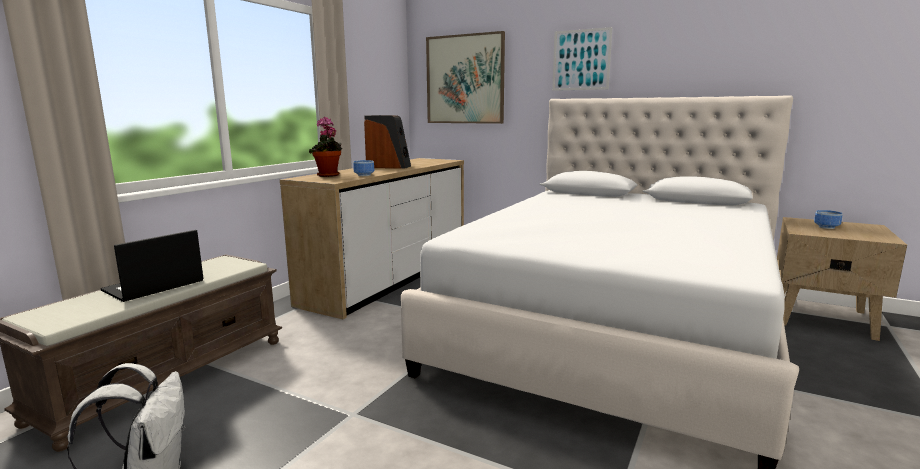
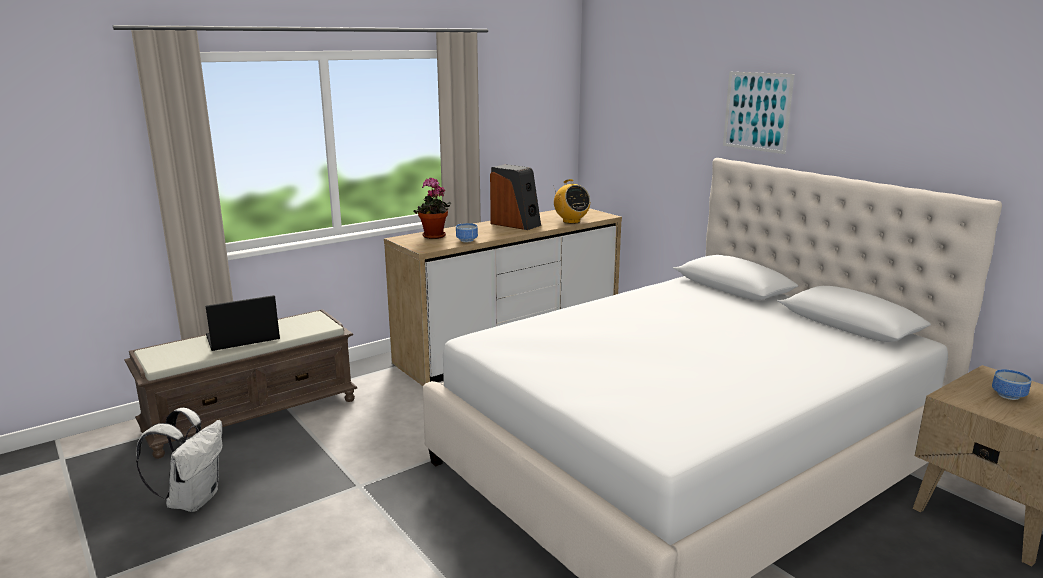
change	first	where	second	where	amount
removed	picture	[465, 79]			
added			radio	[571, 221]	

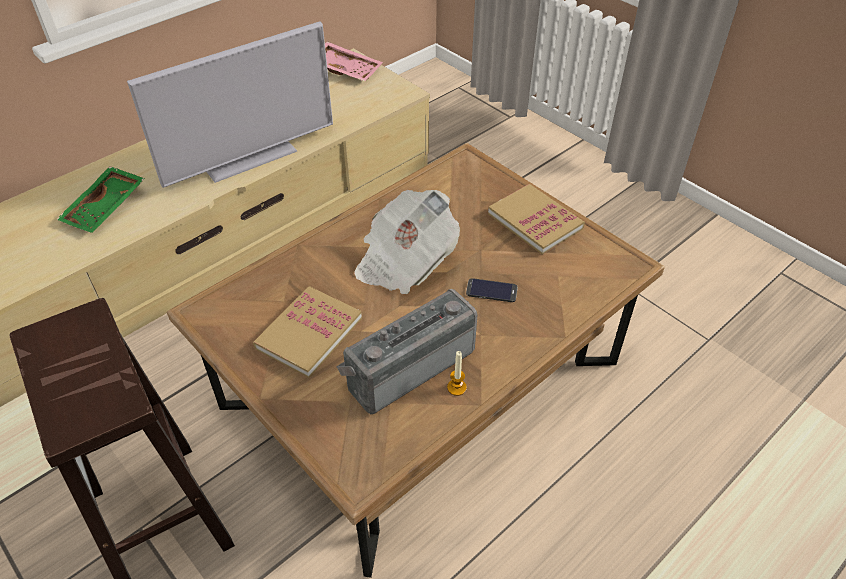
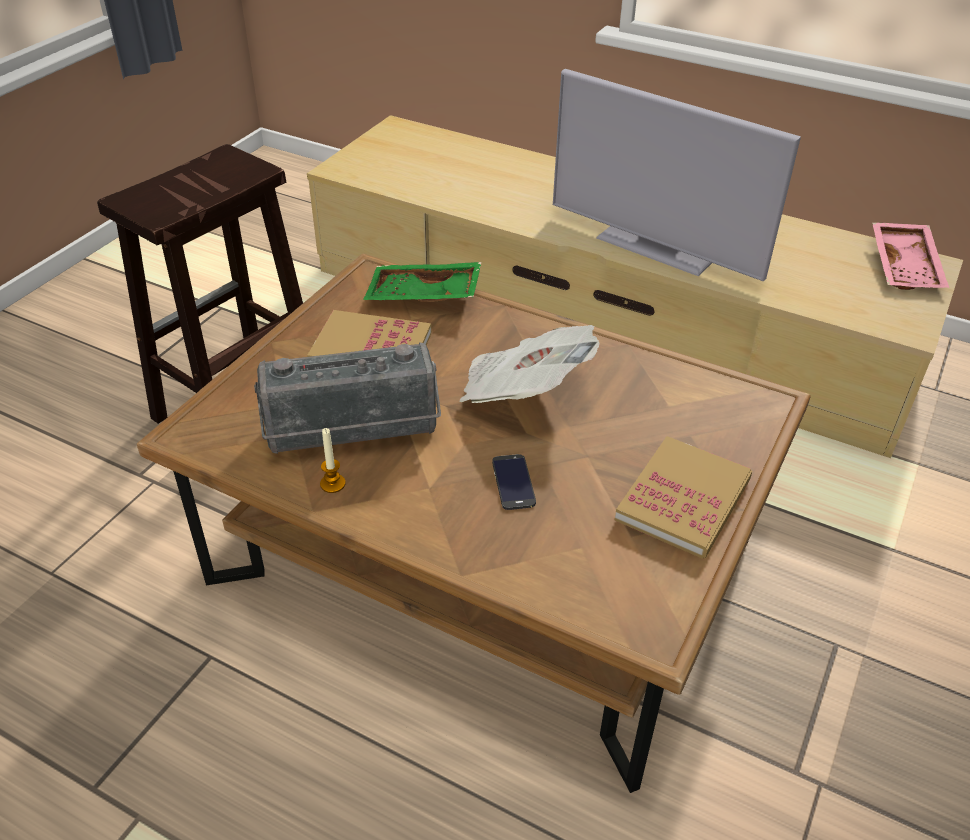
change	first	where	second	where	amount
moved	green-coloured carrying tray	[106, 208]		[423, 296]	
turned	radio	[408, 365]		[352, 435]	135 degrees clockwise

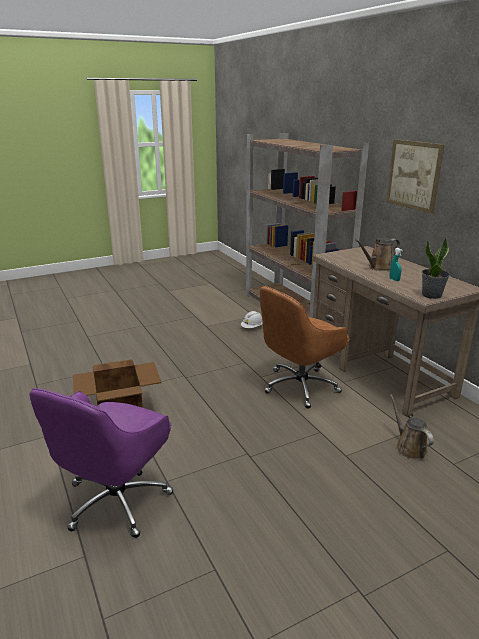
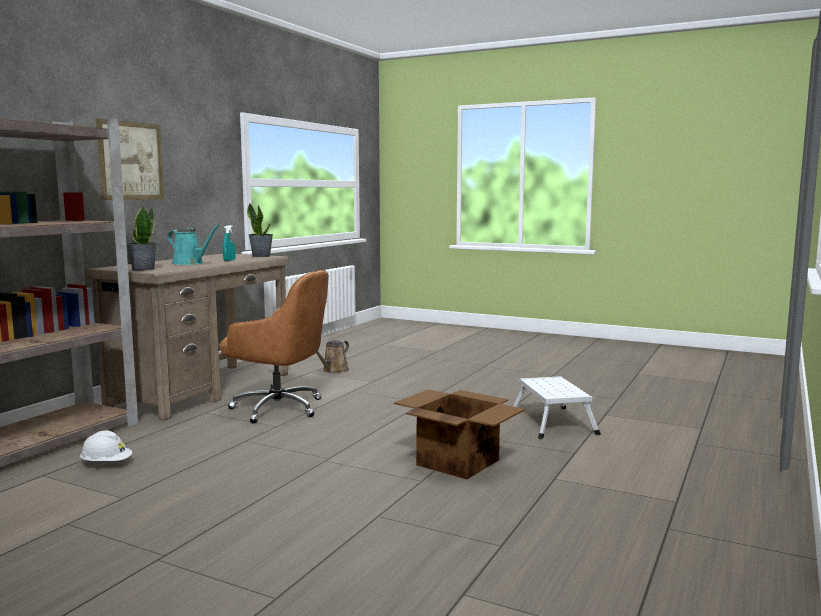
change	first	where	second	where	amount
replaced	purplish desk chair	[116, 500]	white step ladder	[553, 422]	
recoloured	brownish sprinkling can	[379, 267]	turquoise-coloured sprinkling can	[190, 263]	
added			potted plant	[143, 269]	

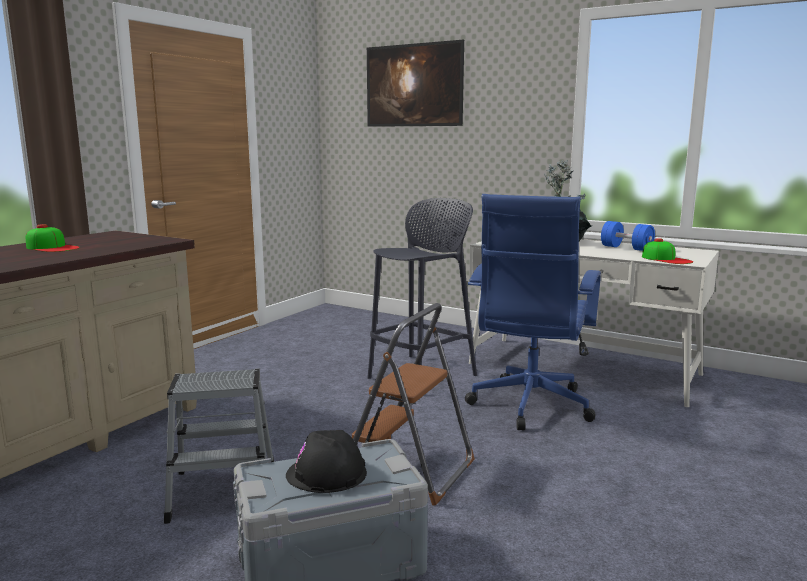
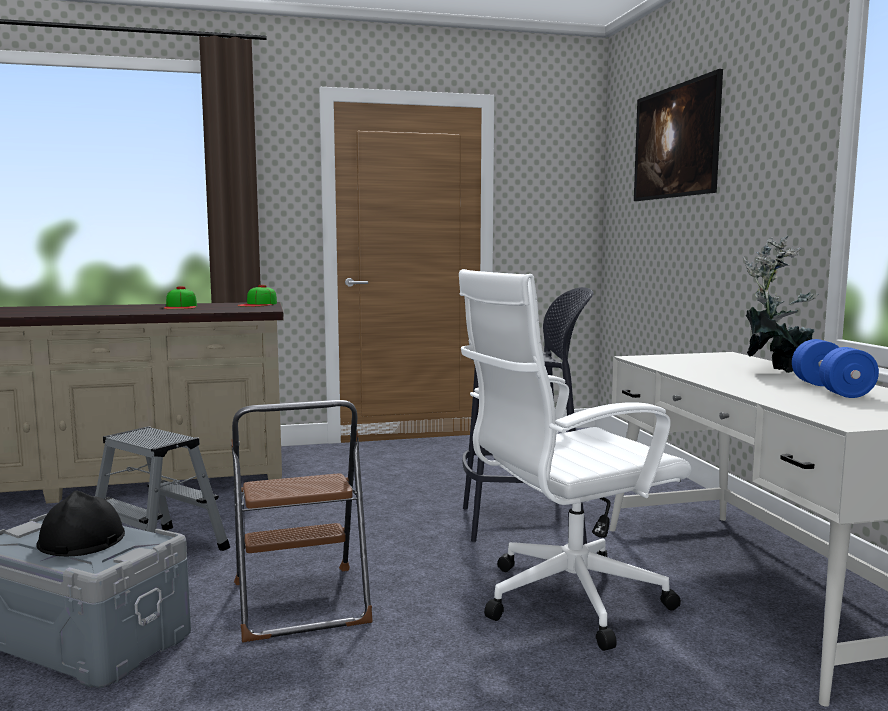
change	first	where	second	where	amount
recoloured	bluish desk chair	[529, 407]	white desk chair	[564, 601]	
moved	baseball cap	[666, 259]		[258, 304]	

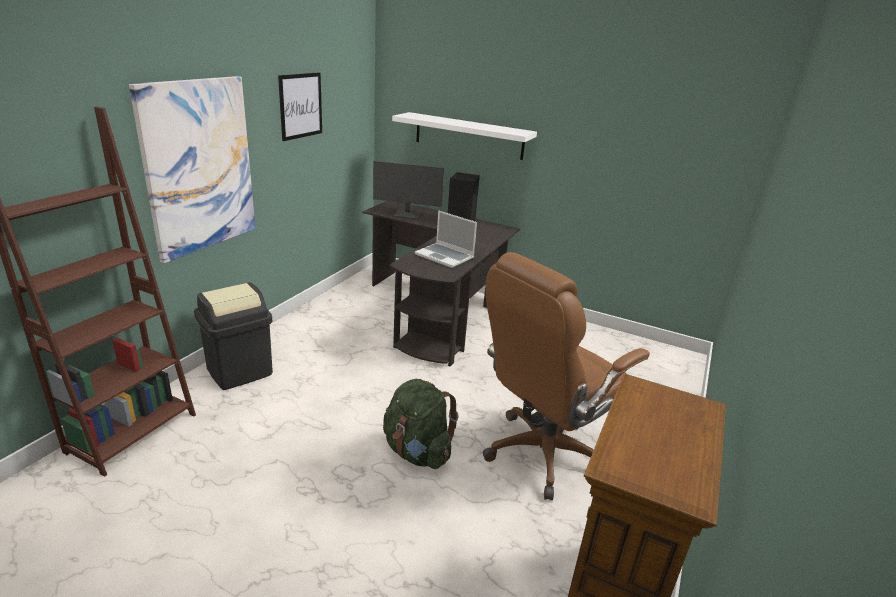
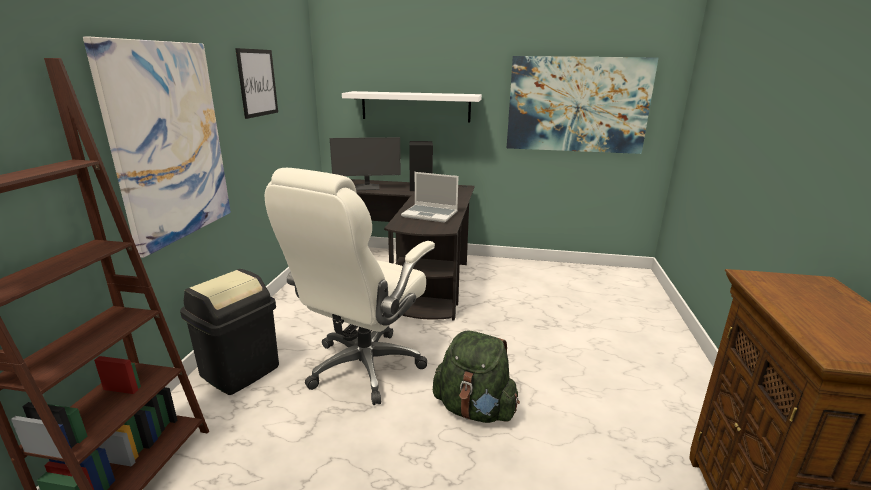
change	first	where	second	where	amount
removed	brownish desk chair	[542, 454]			
added			white desk chair	[363, 368]	
added			picture	[577, 105]	

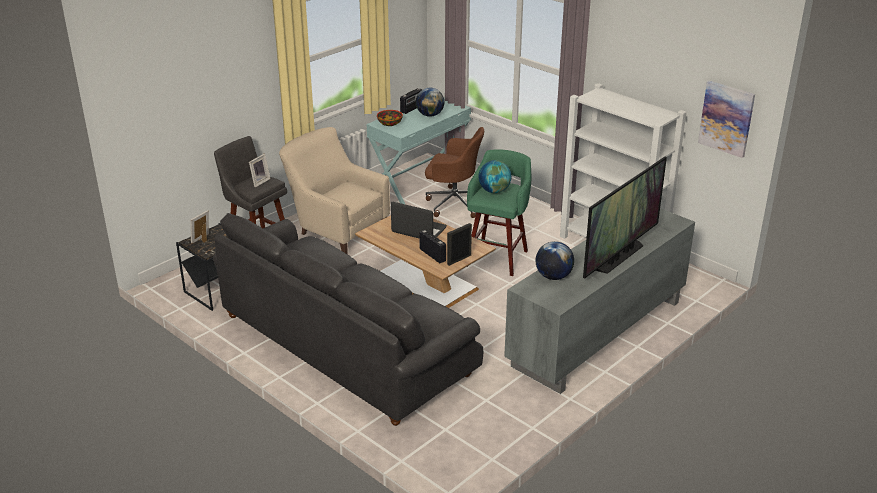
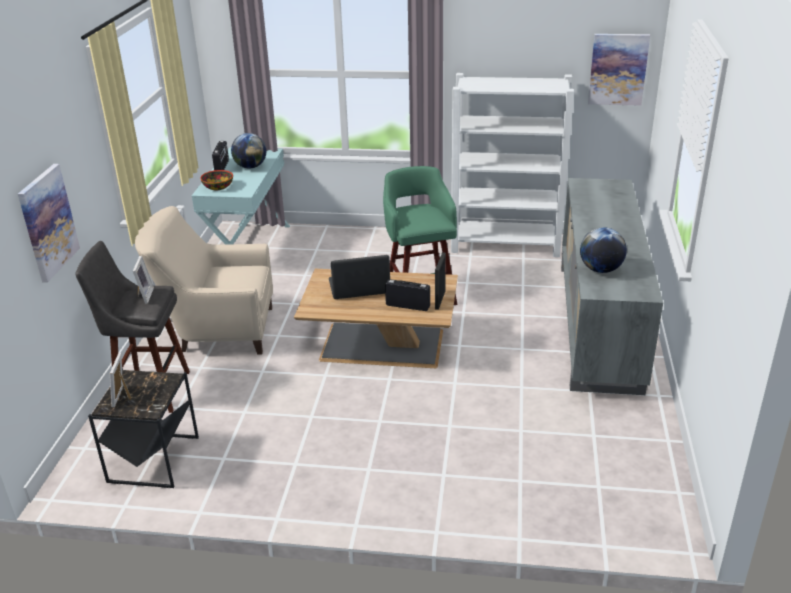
change	first	where	second	where	amount
removed	black sofa	[346, 345]			
removed	brownish desk chair	[454, 203]			
removed	desk globe	[494, 191]			
removed	TV set	[619, 257]			
added			picture	[48, 222]	

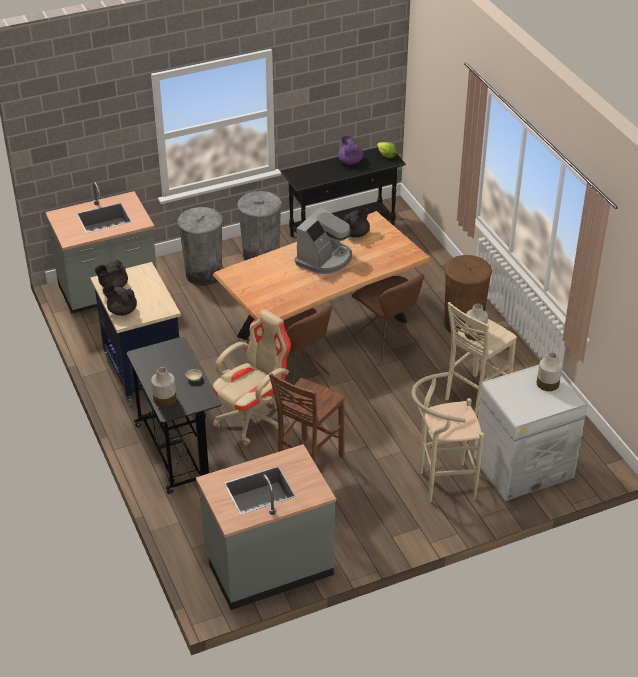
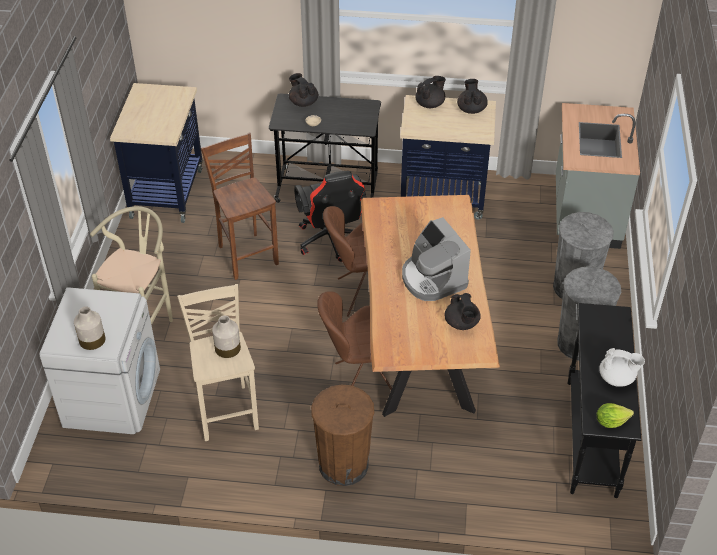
change	first	where	second	where	amount
replaced	sand-coloured flower vase	[164, 398]	black tea pot	[303, 102]	
replaced	greyish kitchen base unit	[268, 564]	bluish wheeled cart	[166, 193]	
recoloured	sand-coloured desk chair	[253, 418]	black desk chair	[331, 243]	
recoloured	purplish tea pot	[350, 161]	white tea pot	[617, 378]	

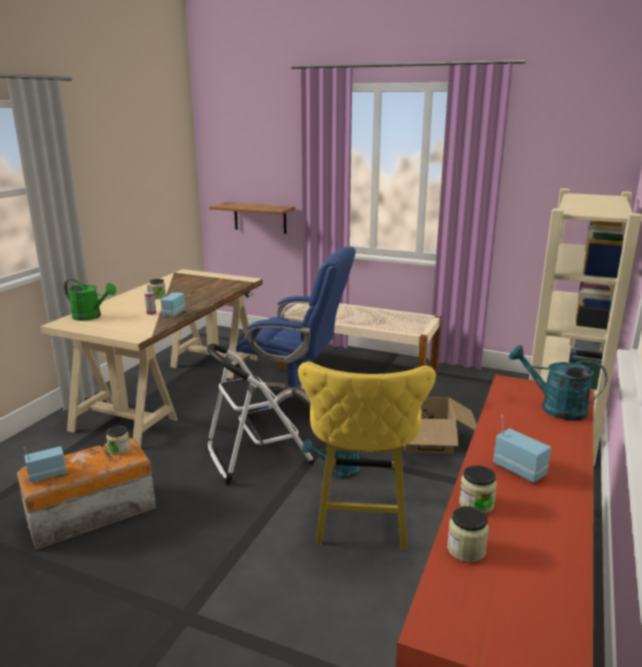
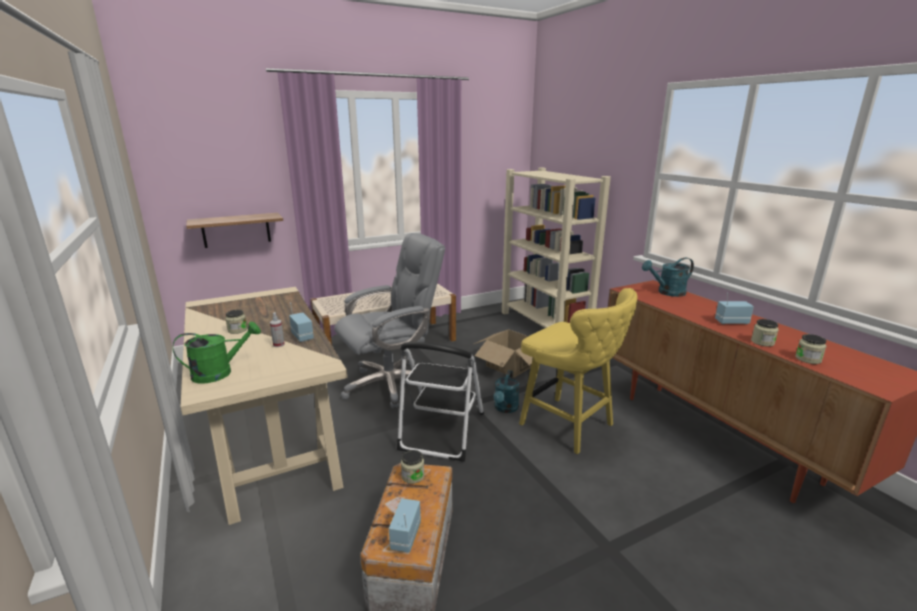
change	first	where	second	where	amount
recoloured	bluish desk chair	[295, 402]	greyish desk chair	[391, 384]	

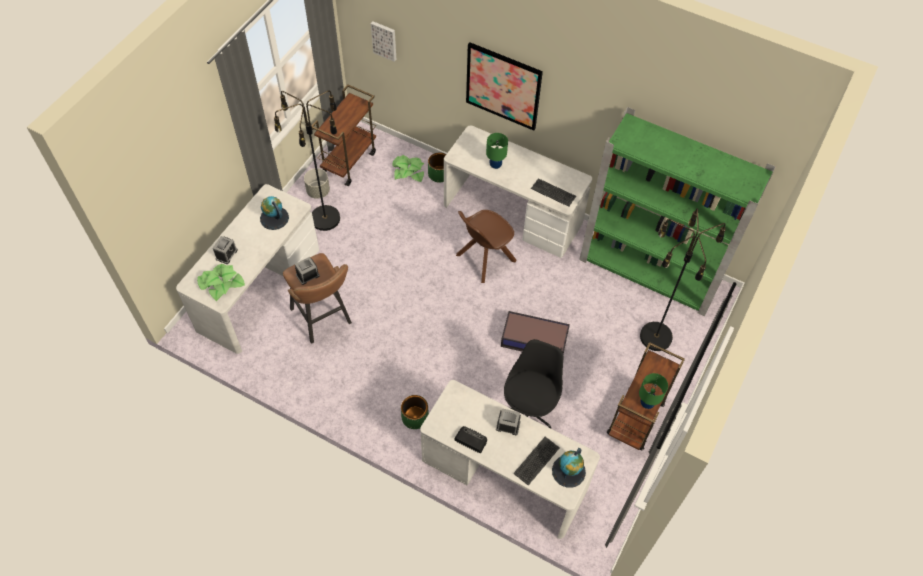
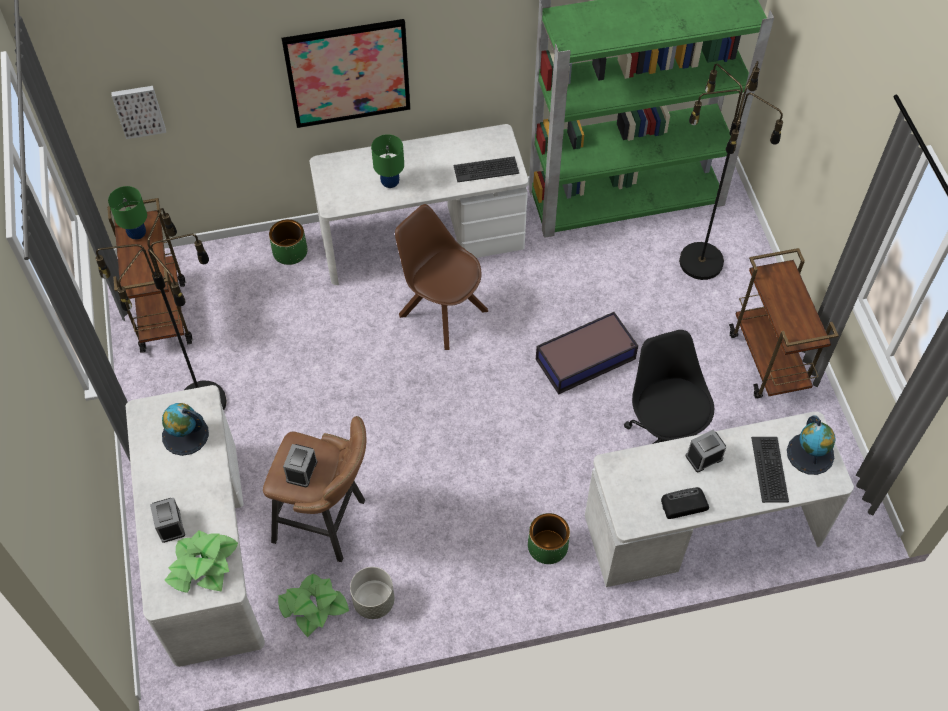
change	first	where	second	where	amount
moved	greyish planter	[318, 191]		[373, 602]	
moved	potted plant	[408, 171]		[313, 606]	
turned	brownish chair	[484, 259]		[441, 311]	120 degrees clockwise
moved	green-coloured table lamp	[646, 403]		[136, 234]	

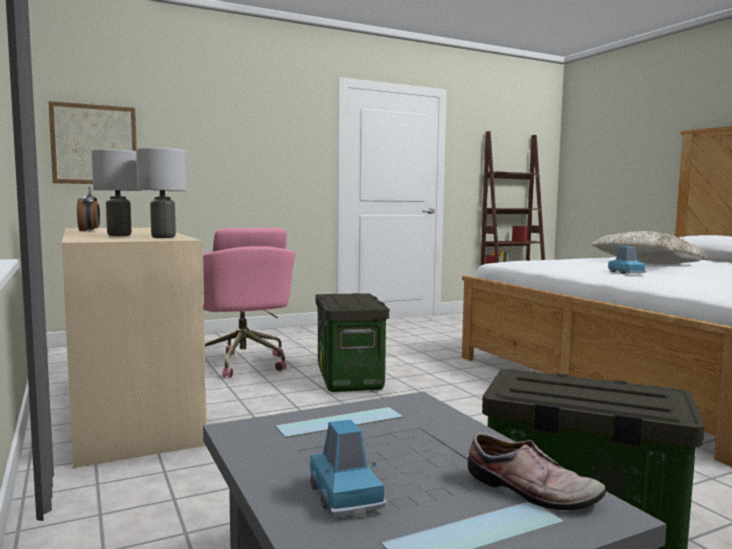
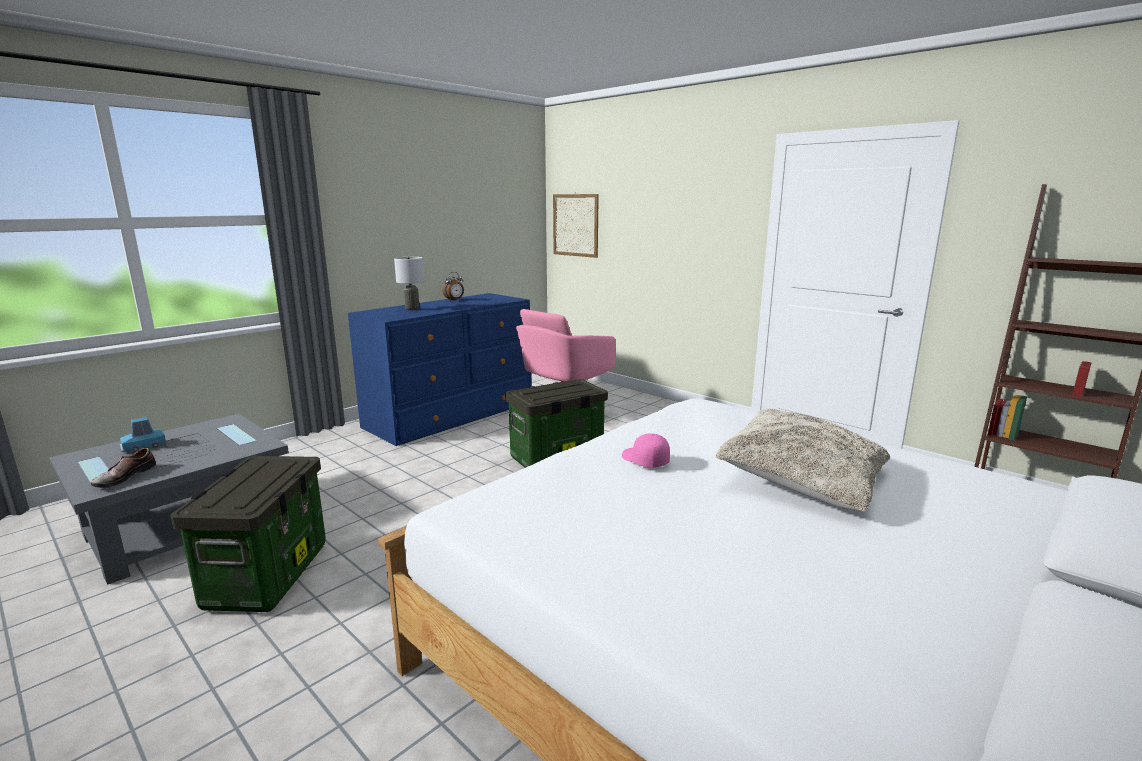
change	first	where	second	where	amount
recoloured	sand-coloured dresser	[129, 406]	bluish dresser	[452, 414]	
removed	white table lamp	[162, 237]			
replaced	bluish toy car	[626, 273]	pinkish baseball cap	[644, 460]	

